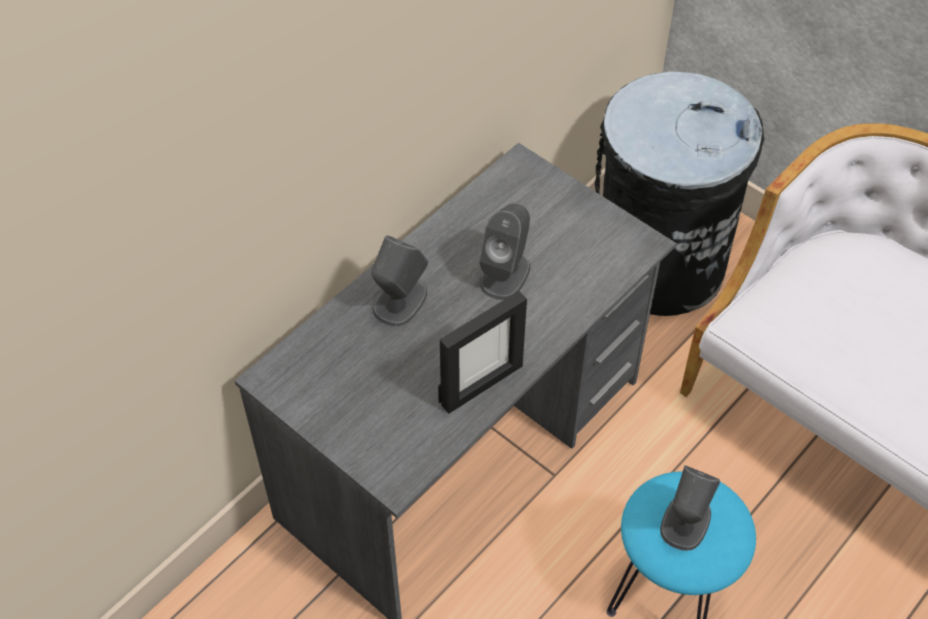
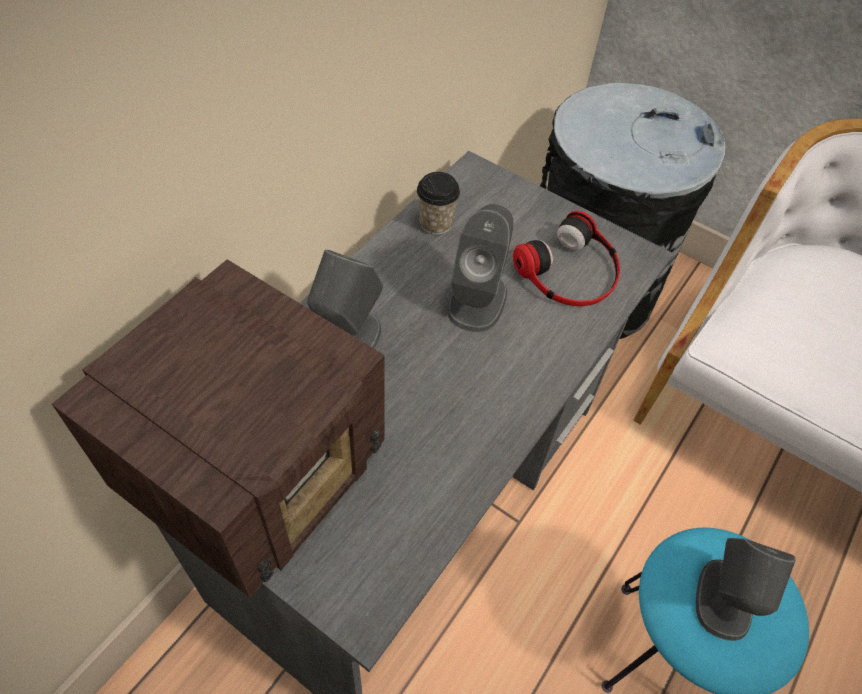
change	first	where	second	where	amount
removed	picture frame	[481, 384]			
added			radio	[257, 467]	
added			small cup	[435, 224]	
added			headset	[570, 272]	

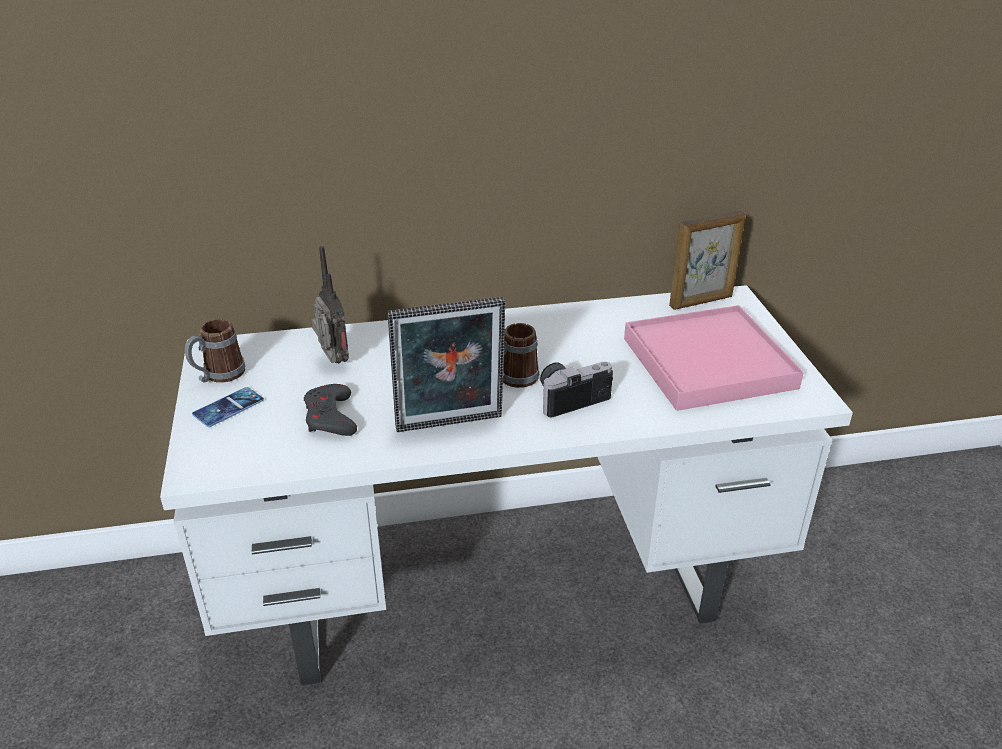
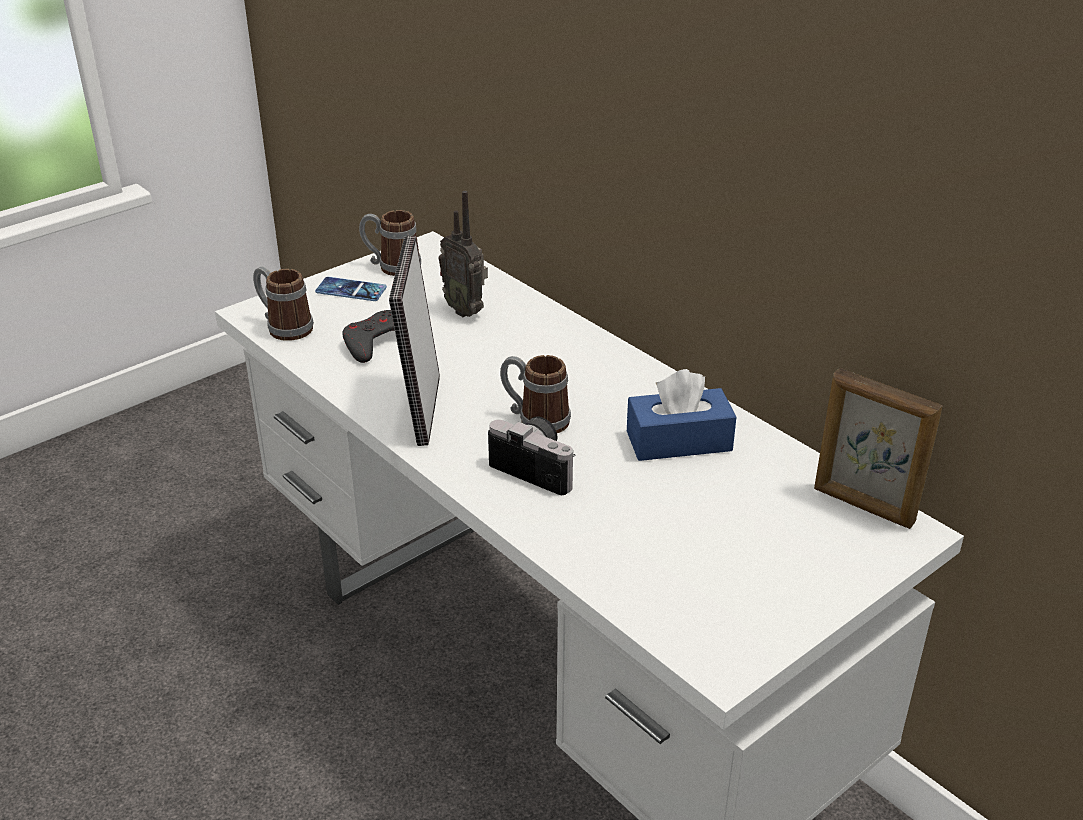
change	first	where	second	where	amount
turned	radio	[333, 362]		[466, 310]	105 degrees clockwise
turned	picture frame	[450, 426]		[420, 410]	45 degrees clockwise
removed	pinkish carrying tray	[708, 362]			
added			mug	[284, 327]	
added			bluish box of tissues	[679, 441]	

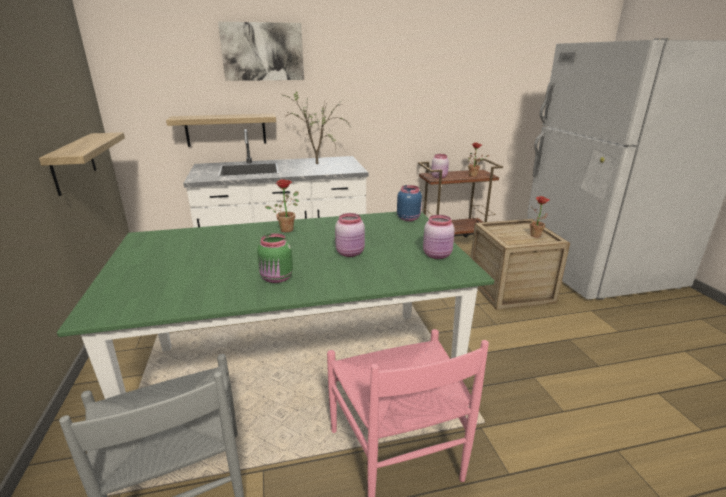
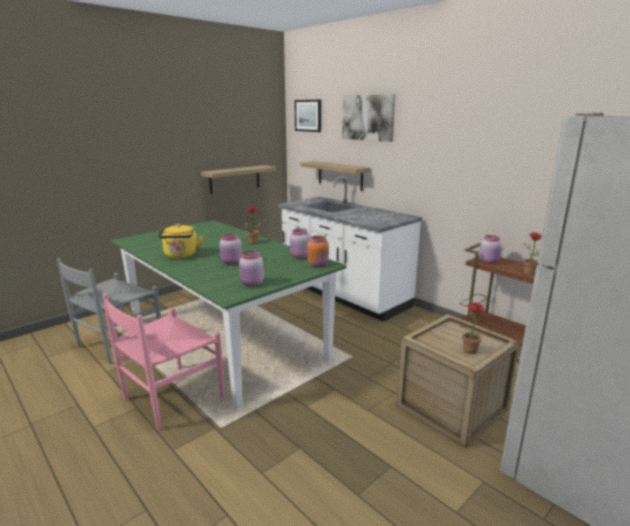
change	first	where	second	where	amount
replaced	green-coloured preserve jar	[277, 278]	yellowish kettle	[181, 256]	
removed	potted plant	[316, 164]			
recoloured	bluish preserve jar	[409, 218]	orangey preserve jar	[318, 265]	
added			pinkish preserve jar	[299, 256]	
added			picture	[308, 115]	

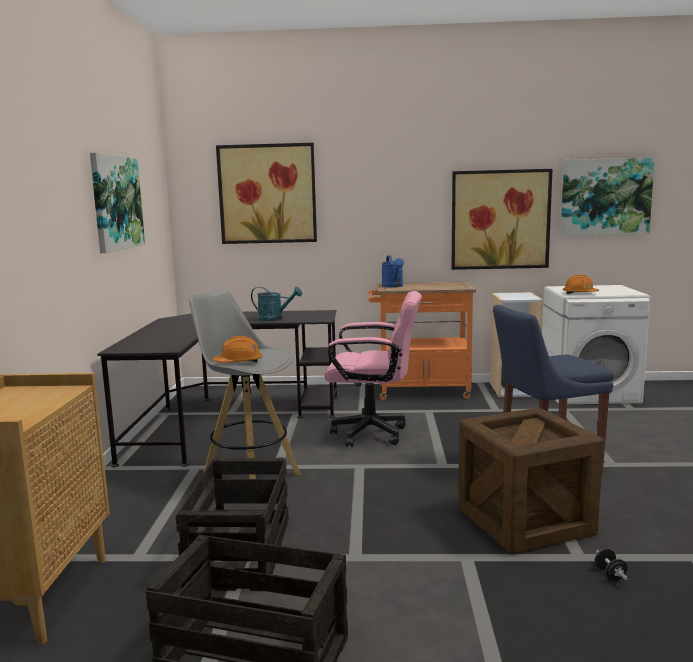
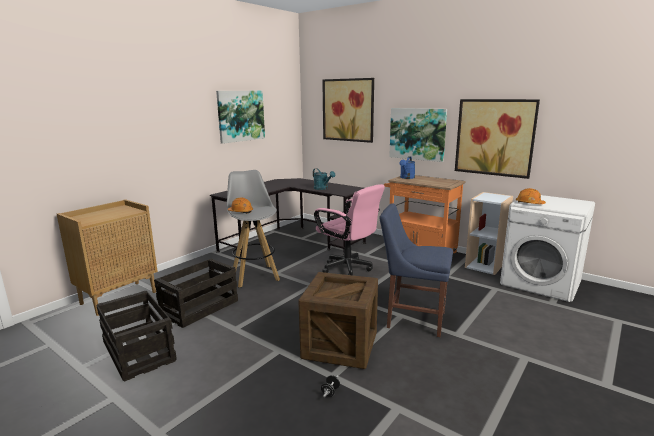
change	first	where	second	where	amount
moved	picture	[605, 197]		[417, 134]	

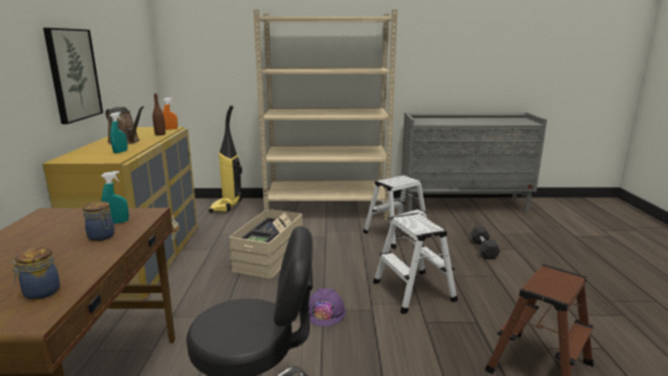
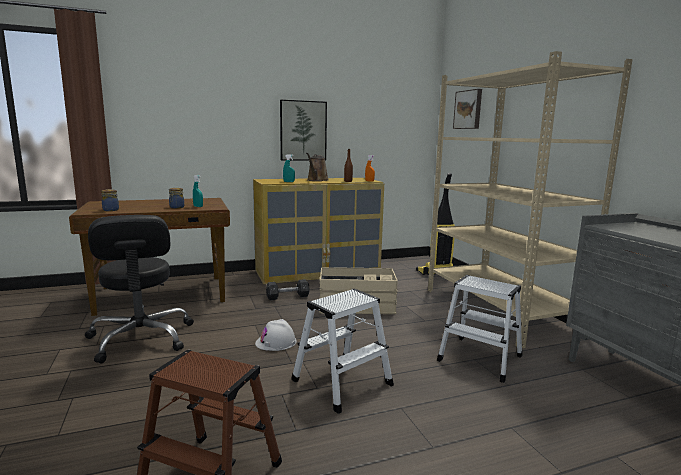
change	first	where	second	where	amount
recoloured	purplish work helmet	[325, 313]	white work helmet	[276, 342]	
moved	black free weight	[483, 249]		[287, 296]	
added			picture	[468, 109]	

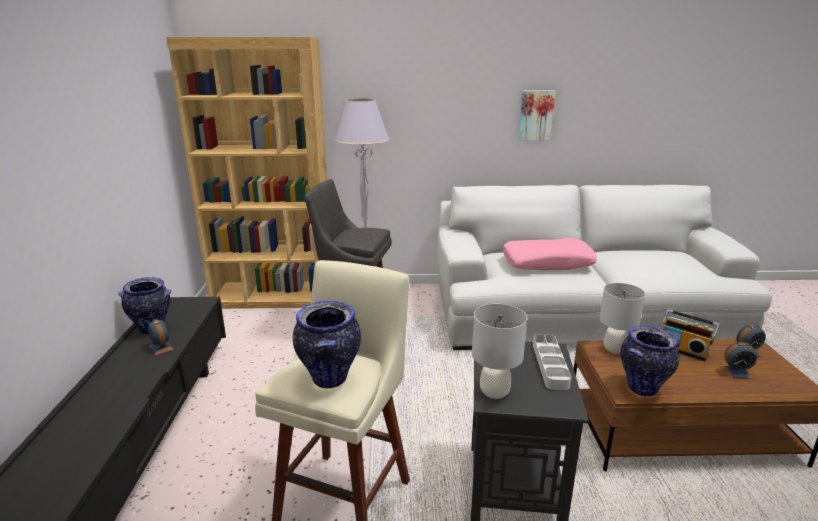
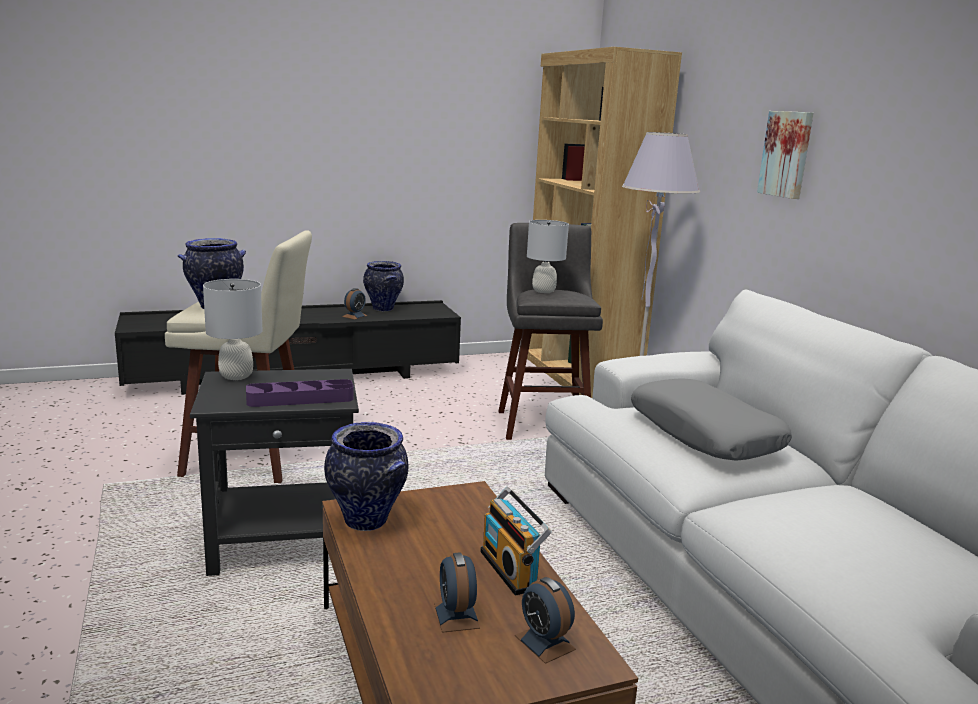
change	first	where	second	where	amount
recoloured	pinkish pillow	[547, 263]	greyish pillow	[705, 434]	
moved	picture	[536, 115]		[787, 154]	
recoloured	greyish carrying tray	[550, 364]	purplish carrying tray	[300, 399]	
moved	greyish table lamp	[615, 350]		[543, 292]	
turned	radio	[684, 350]		[511, 569]	45 degrees counterclockwise

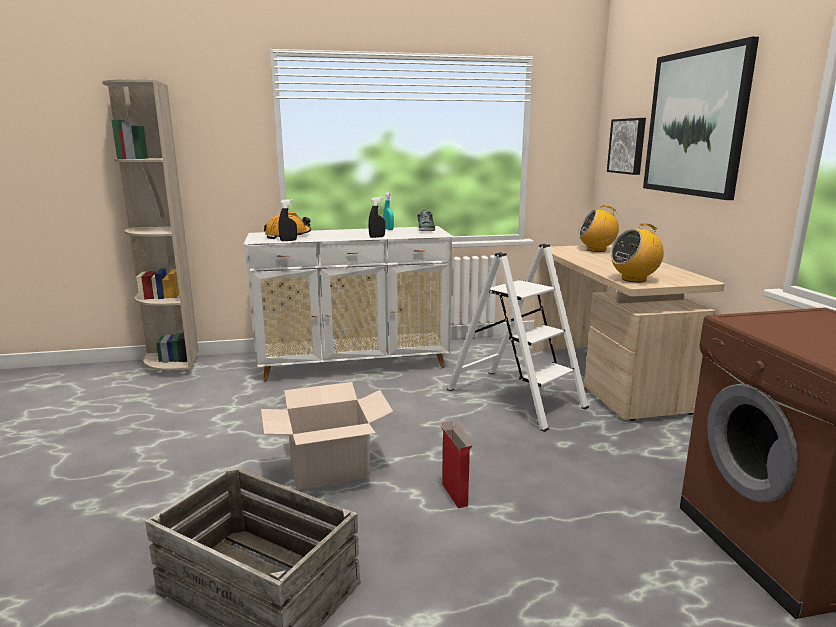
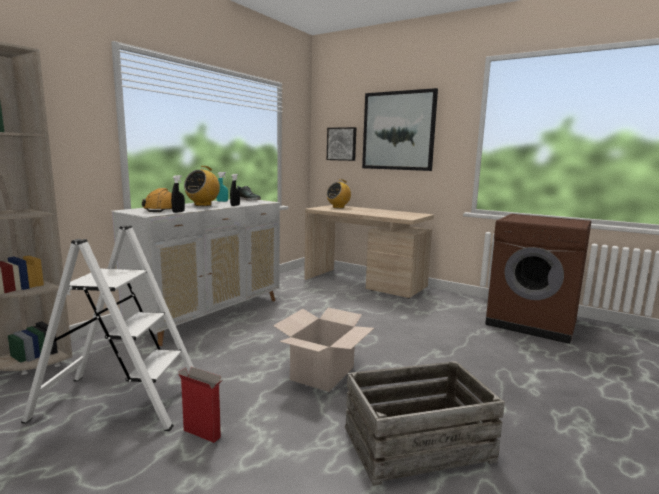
change	first	where	second	where	amount
moved	packing box	[455, 495]		[202, 434]	
moved	white step ladder	[514, 397]		[117, 401]	
moved	radio	[634, 279]		[203, 205]	

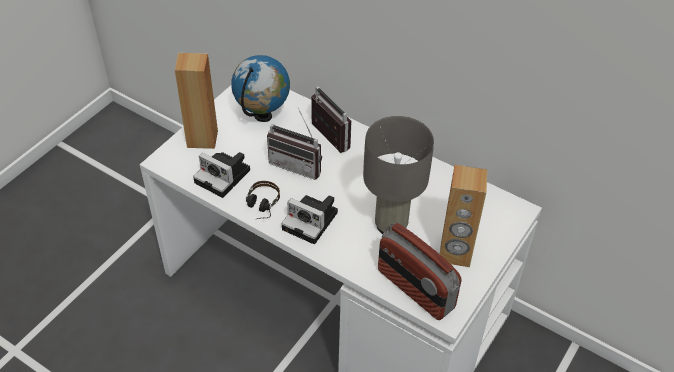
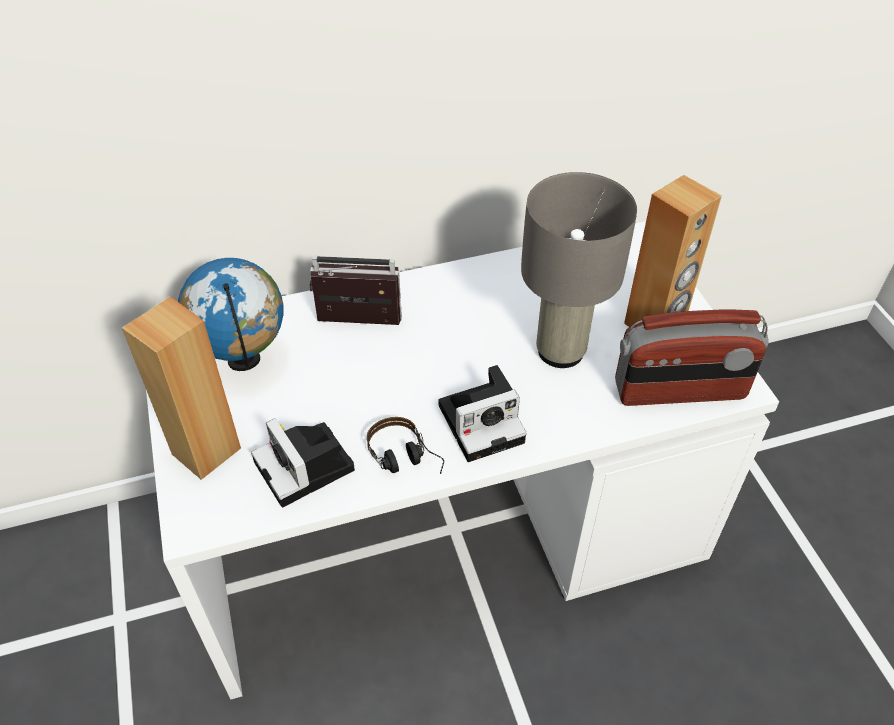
change	first	where	second	where	amount
turned	still camera	[224, 177]		[307, 468]	75 degrees clockwise
removed	radio	[298, 164]			

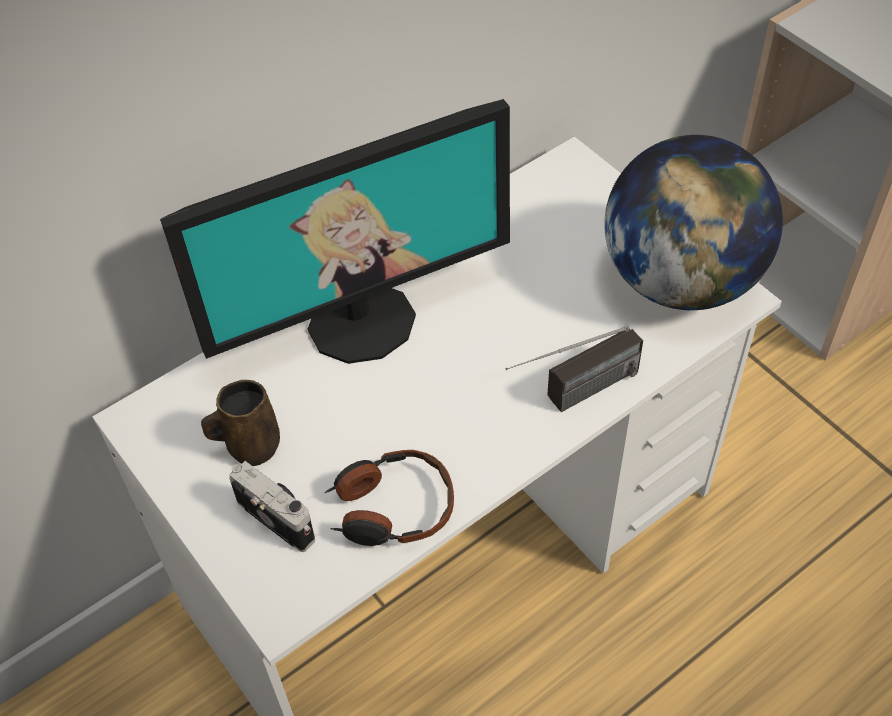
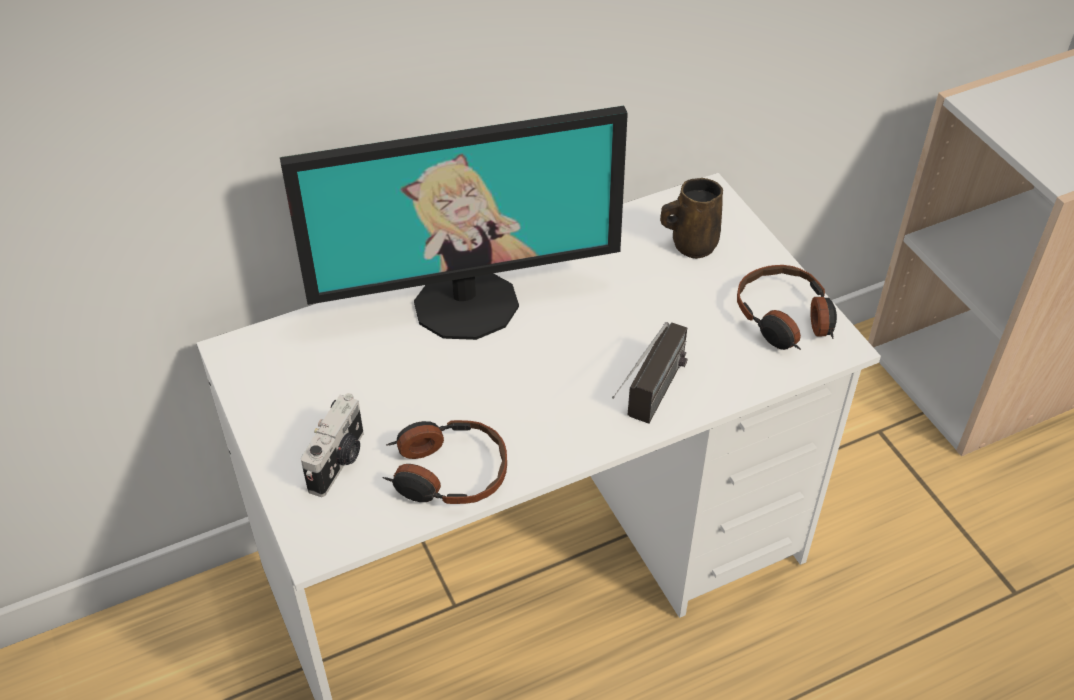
change	first	where	second	where	amount
moved	brownish mug	[250, 446]		[691, 244]	
turned	still camera	[278, 518]		[339, 461]	60 degrees clockwise
turned	radio	[573, 396]		[649, 406]	45 degrees counterclockwise
replaced	desk globe	[681, 279]	headset	[785, 319]	

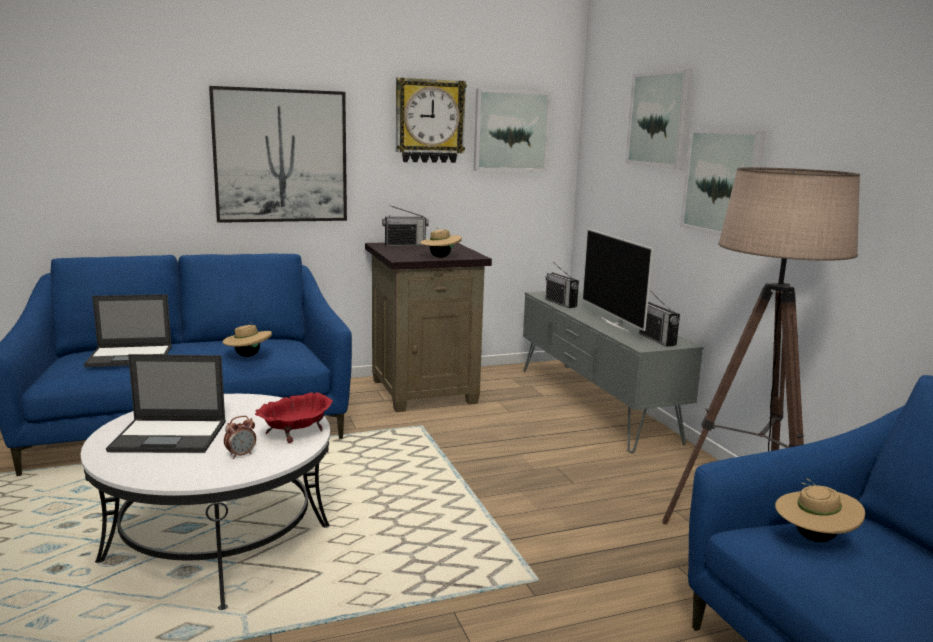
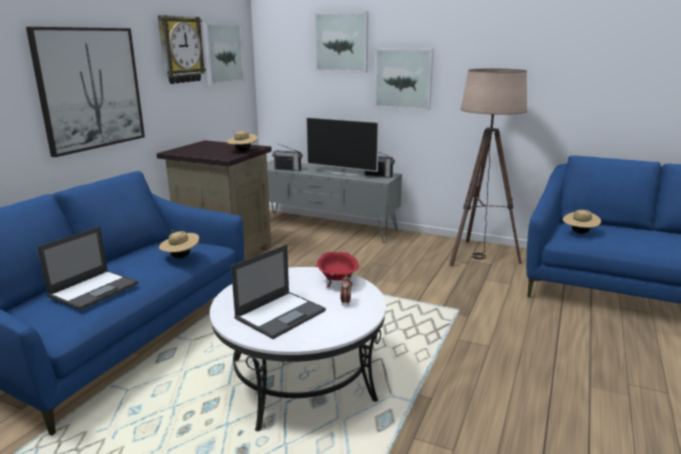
change	first	where	second	where	amount
removed	radio	[405, 245]			

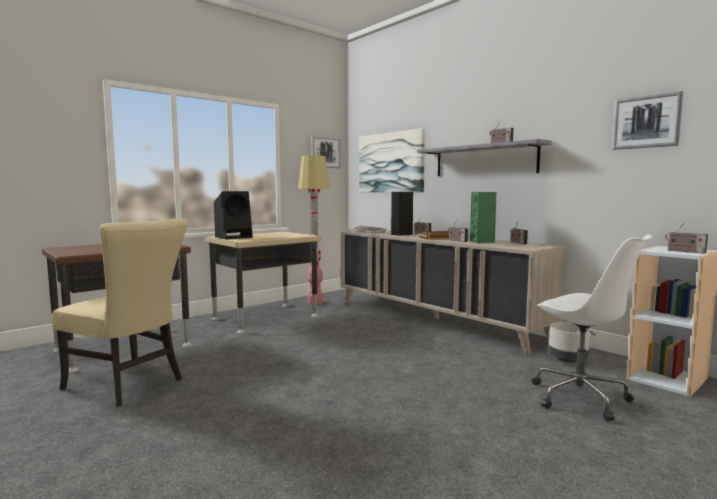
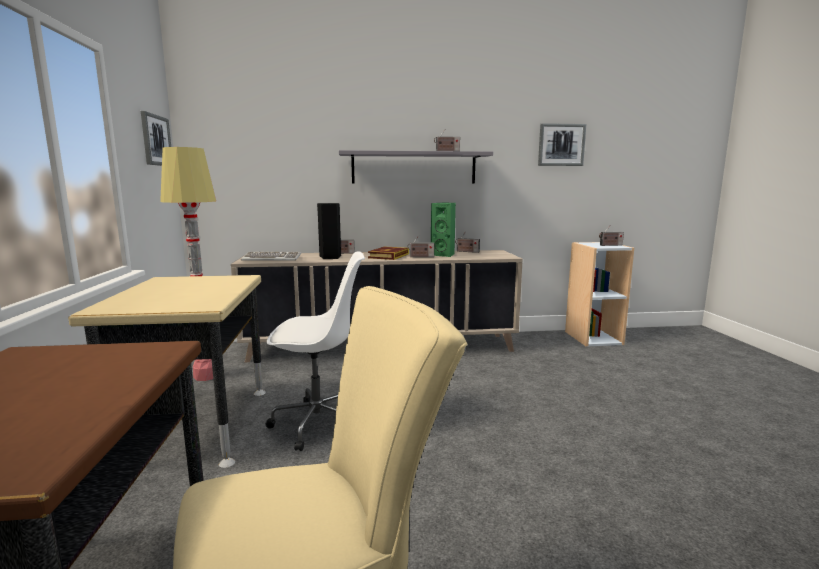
change	first	where	second	where	amount
removed	black speaker	[234, 237]			
removed	picture	[390, 162]			
moved	white desk chair	[582, 399]		[320, 423]	
removed	greyish planter	[568, 359]			

